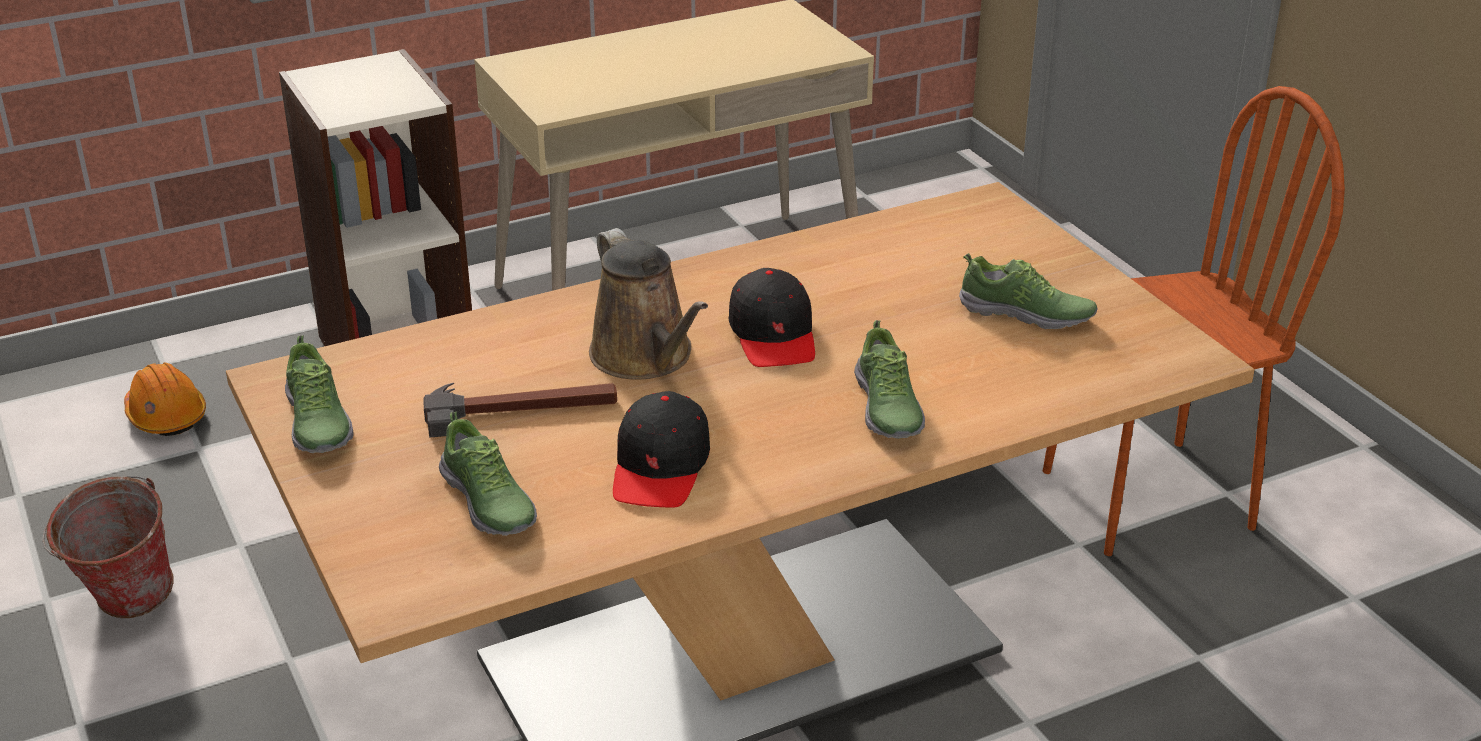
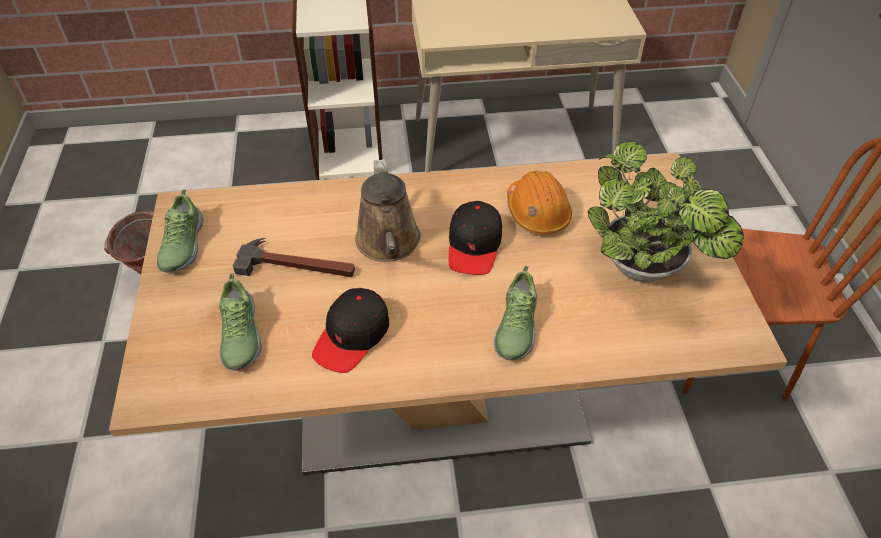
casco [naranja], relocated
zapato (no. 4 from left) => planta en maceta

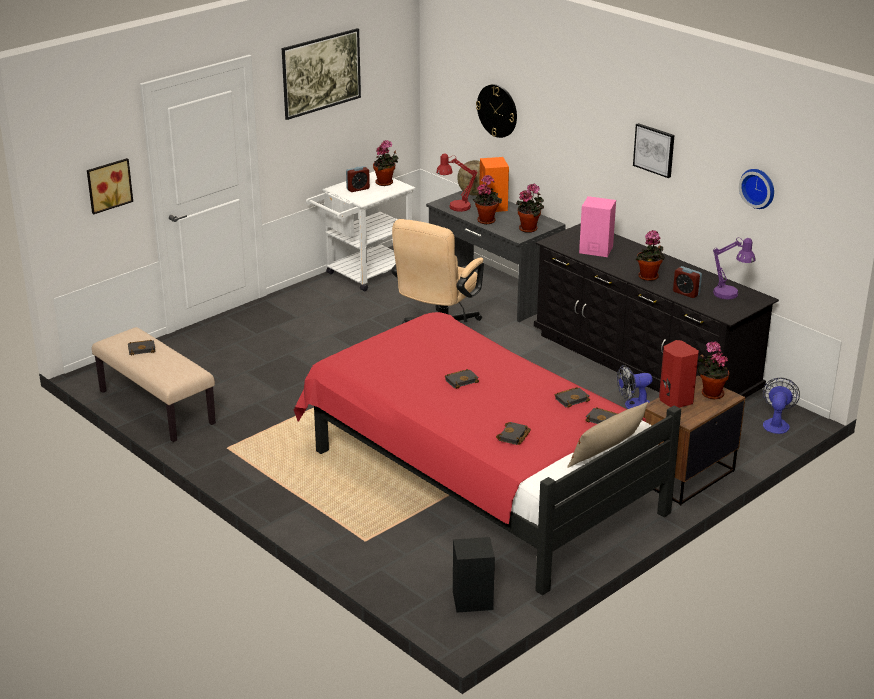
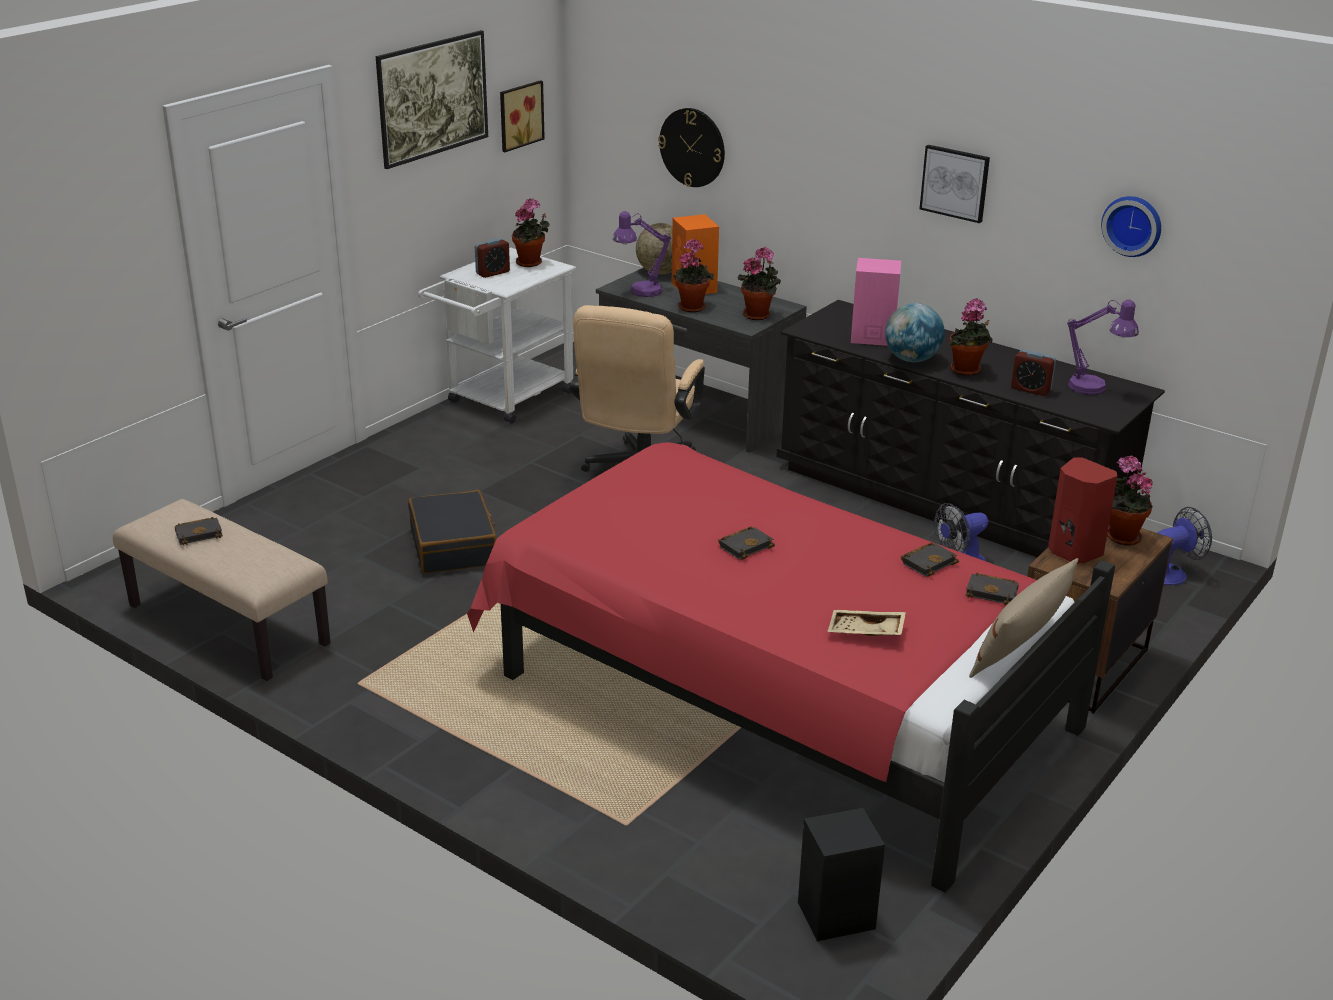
cuadro (no. 1 from left in the first image) => cuadro (no. 2 from left), relocated
lámpara de mesa [rojo] => lámpara de mesa [morado] (no. 1 from left)
libro [negro] (no. 3 from left) => bandeja [beis]
ventilador (no. 2 from left), 60 degrees clockwise
nothing => maleta [negro]
nothing => globo terráqueo (no. 2 from left)

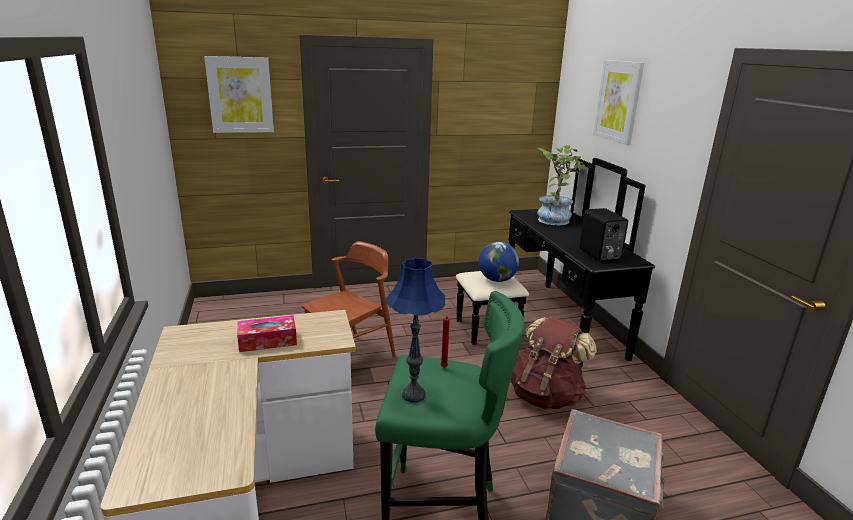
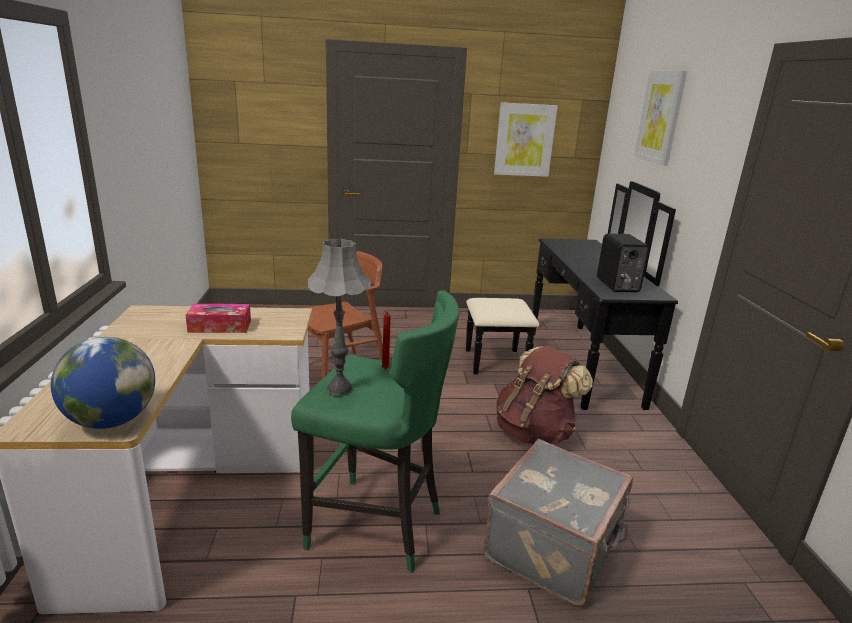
cuadro (no. 1 from left), relocated
lámpara de mesa [azul] => lámpara de mesa [gris]
globo terráqueo, relocated
planta en maceta => nothing

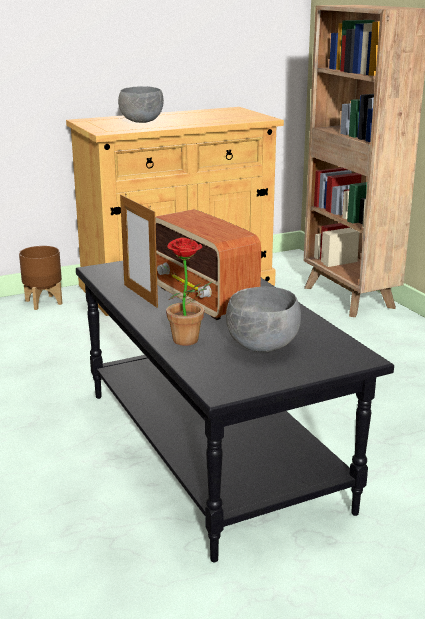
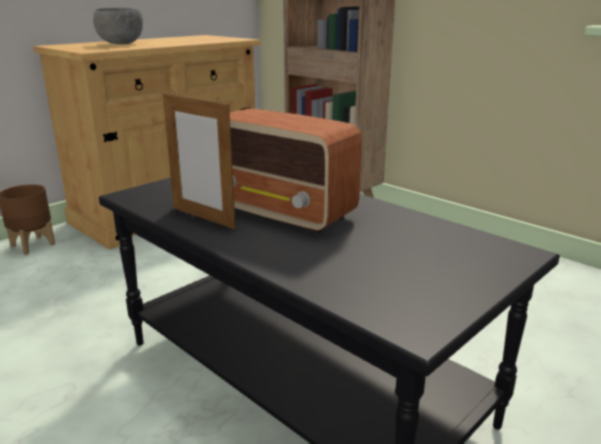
planta en maceta => nothing
cuenco [gris] (no. 2 from left) => nothing

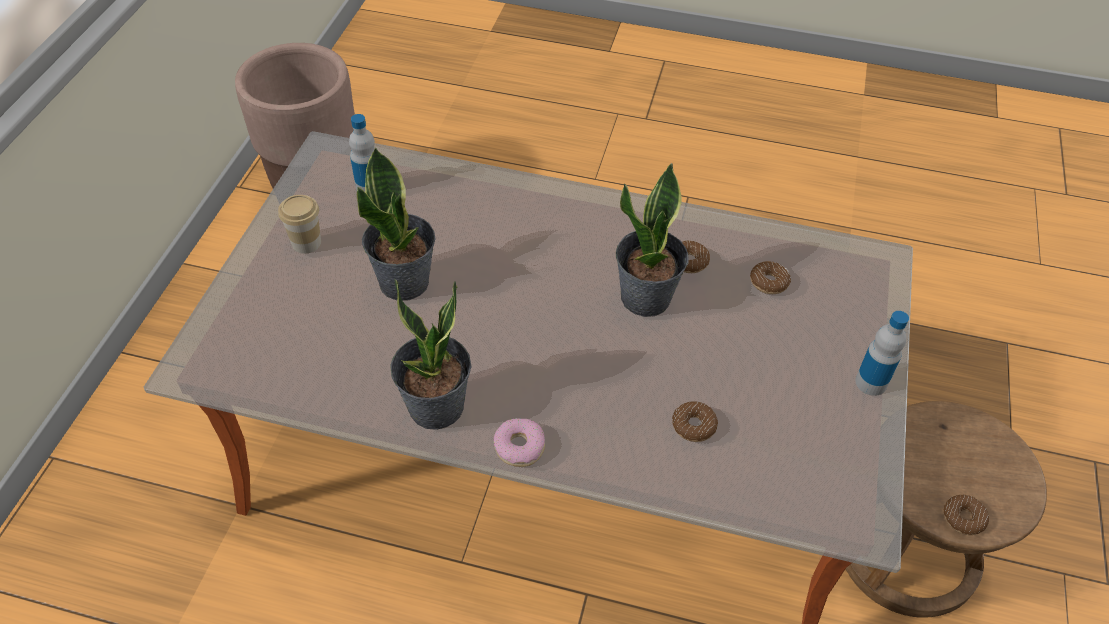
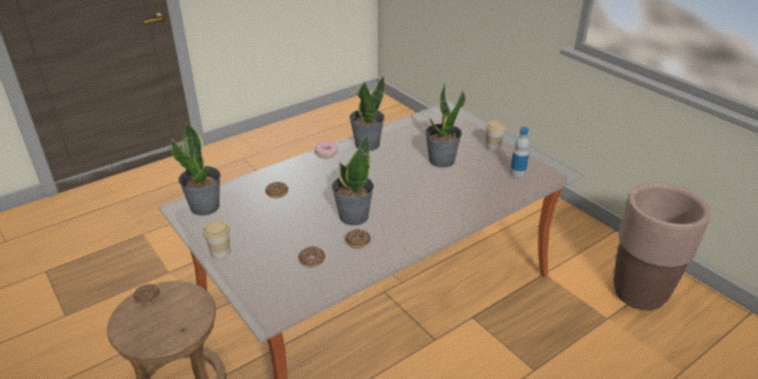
botella (no. 2 from left) => taza (no. 1 from left)
nothing => planta en maceta (no. 1 from left)

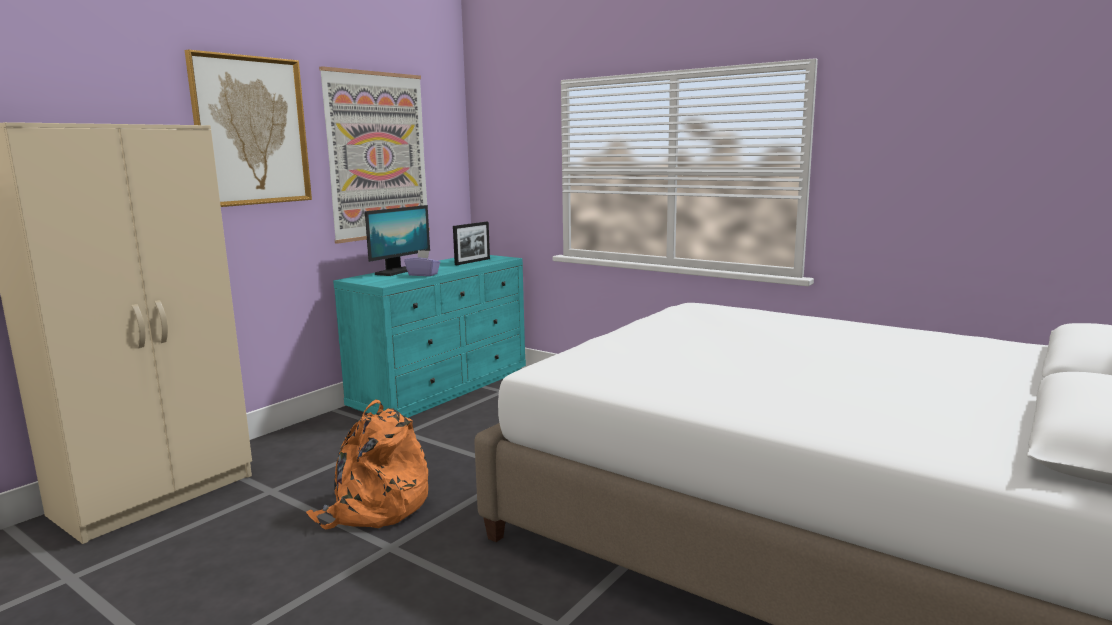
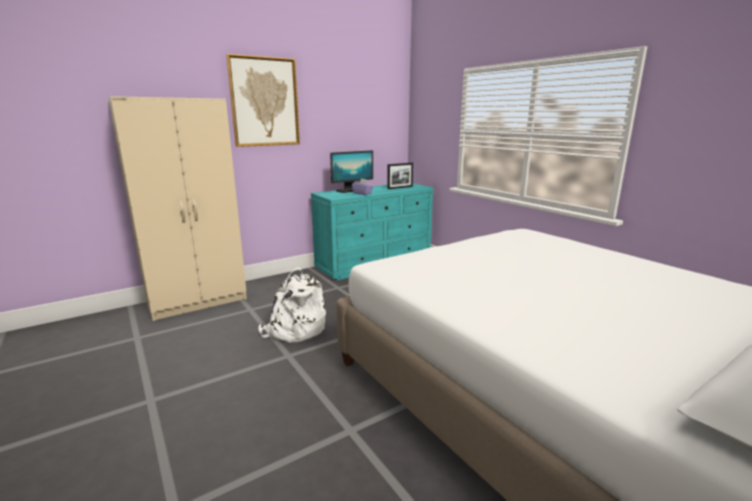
mochila [naranja] => mochila [blanco]
cuadro (no. 2 from left) => nothing

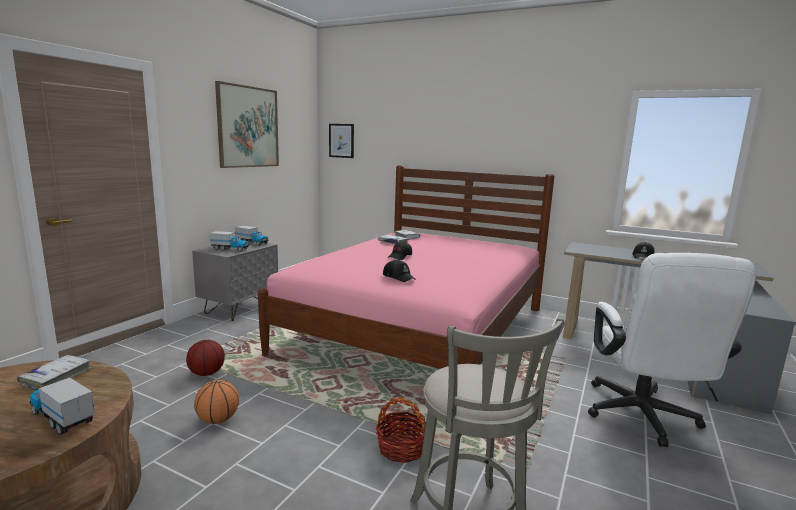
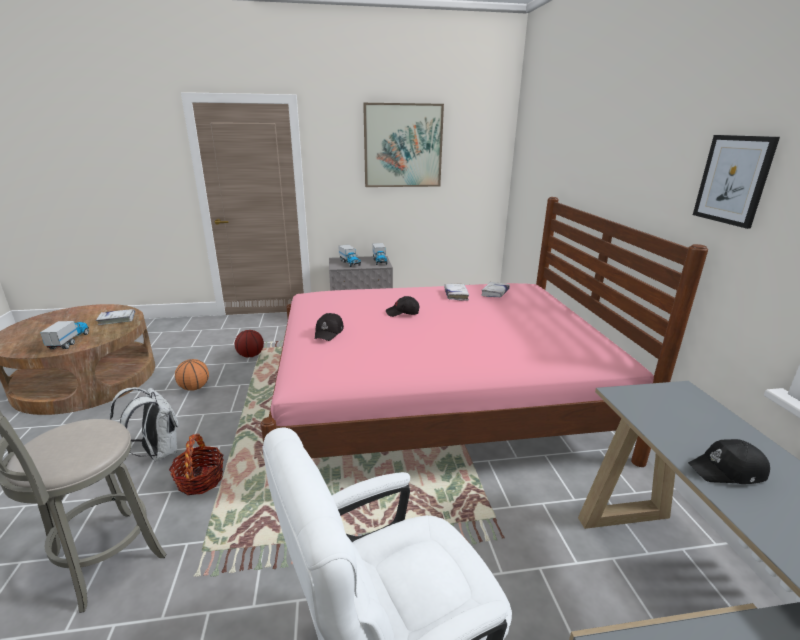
cuadro (no. 2 from left), relocated
nothing => mochila [blanco]

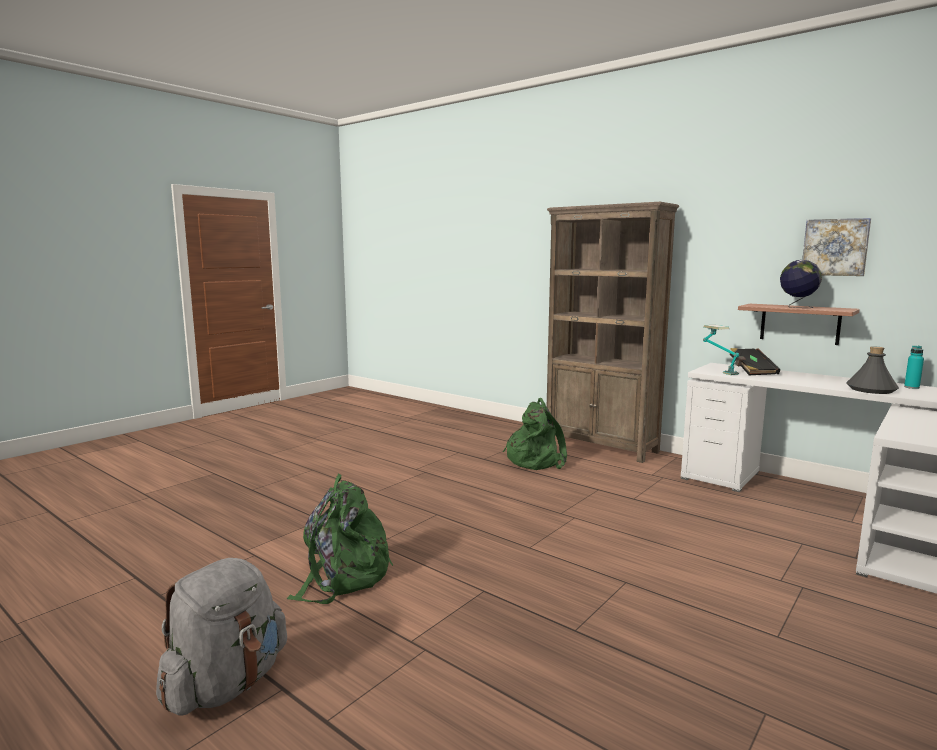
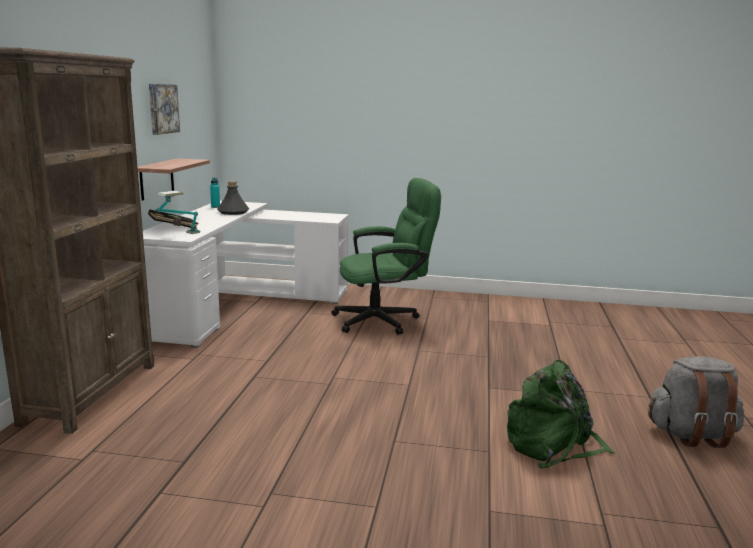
mochila [verde] (no. 2 from left) => nothing
globo terráqueo => nothing
nothing => silla de oficina [verde]

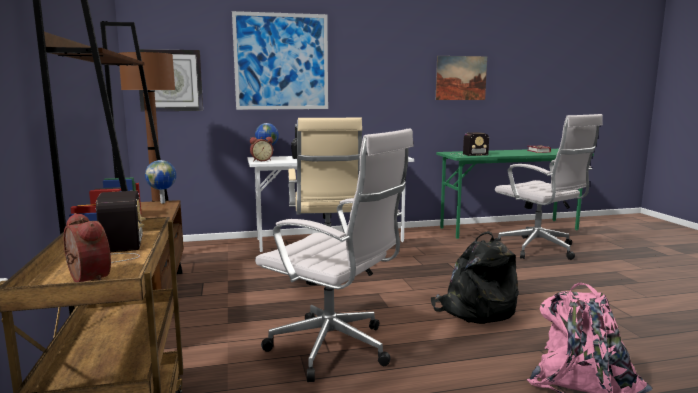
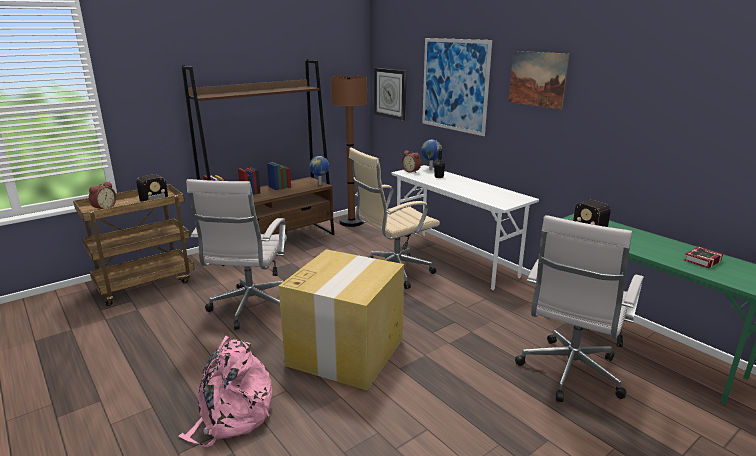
mochila [negro] => caja de cartón
cuadro (no. 2 from left), relocated

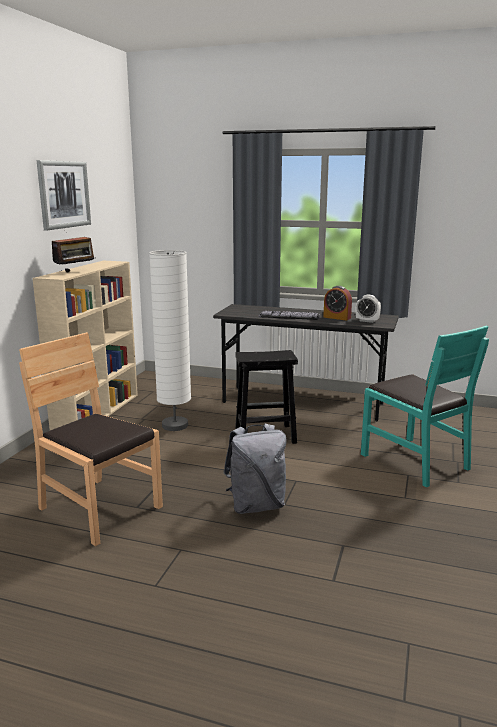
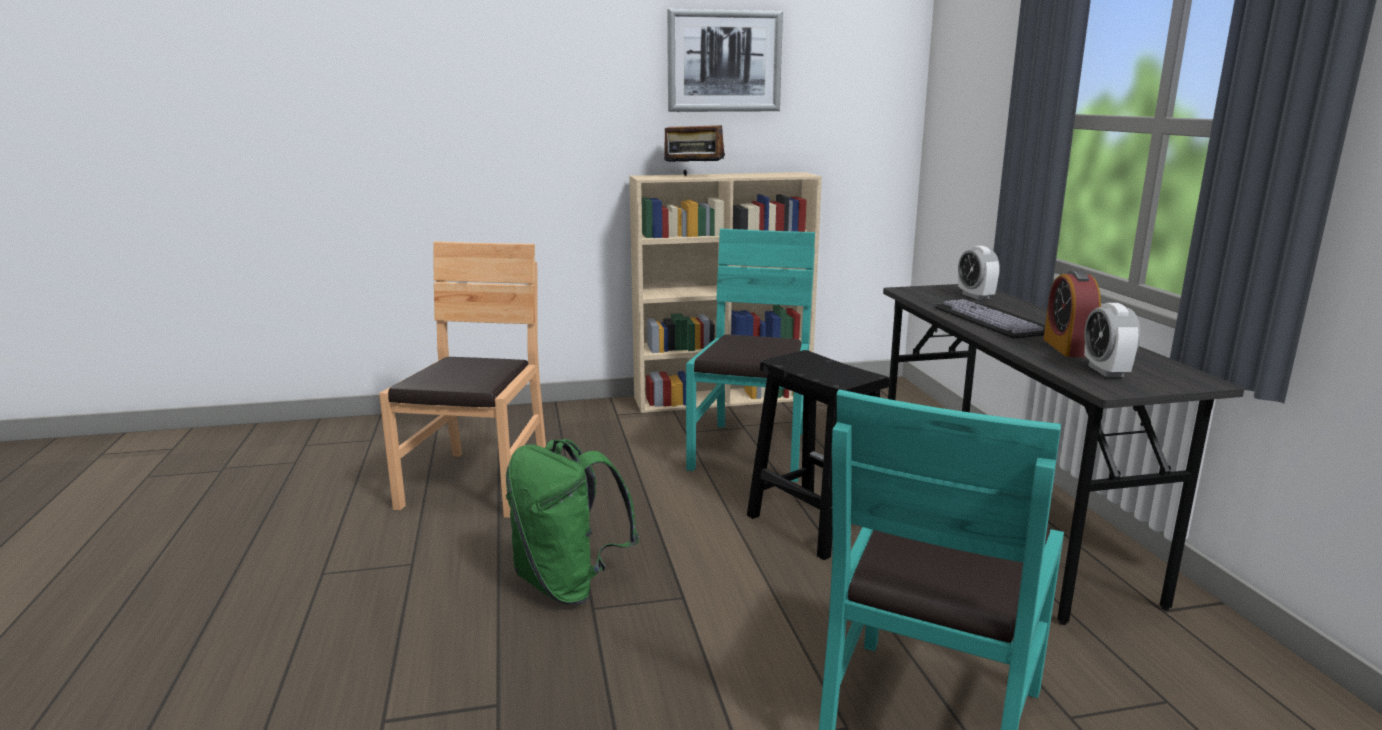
lámpara de pie [blanco] => silla [turquesa] (no. 1 from left)
mochila [gris] => mochila [verde]
nothing => despertador (no. 1 from left)

